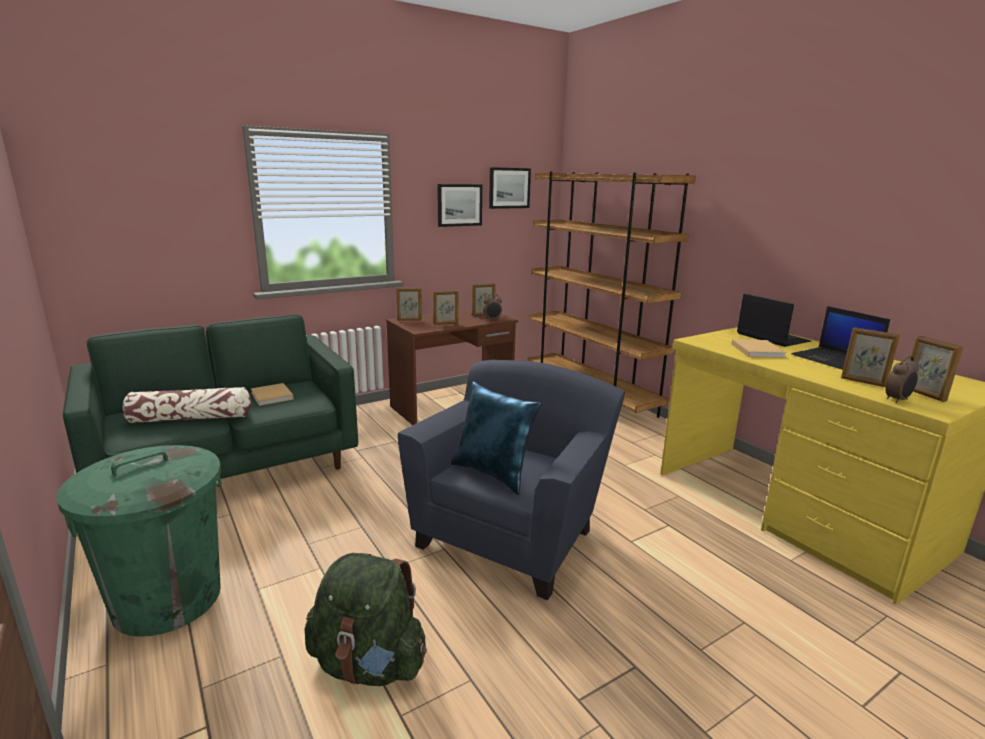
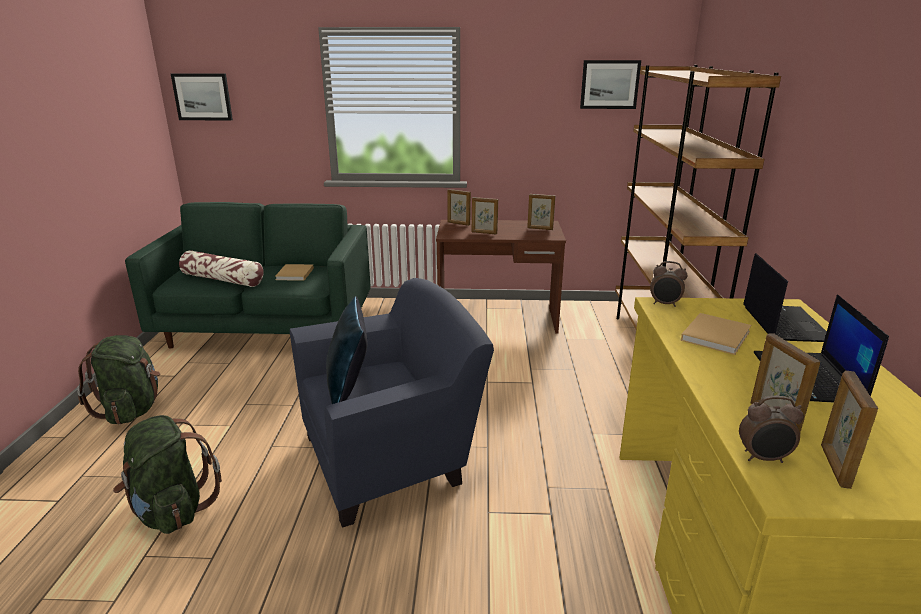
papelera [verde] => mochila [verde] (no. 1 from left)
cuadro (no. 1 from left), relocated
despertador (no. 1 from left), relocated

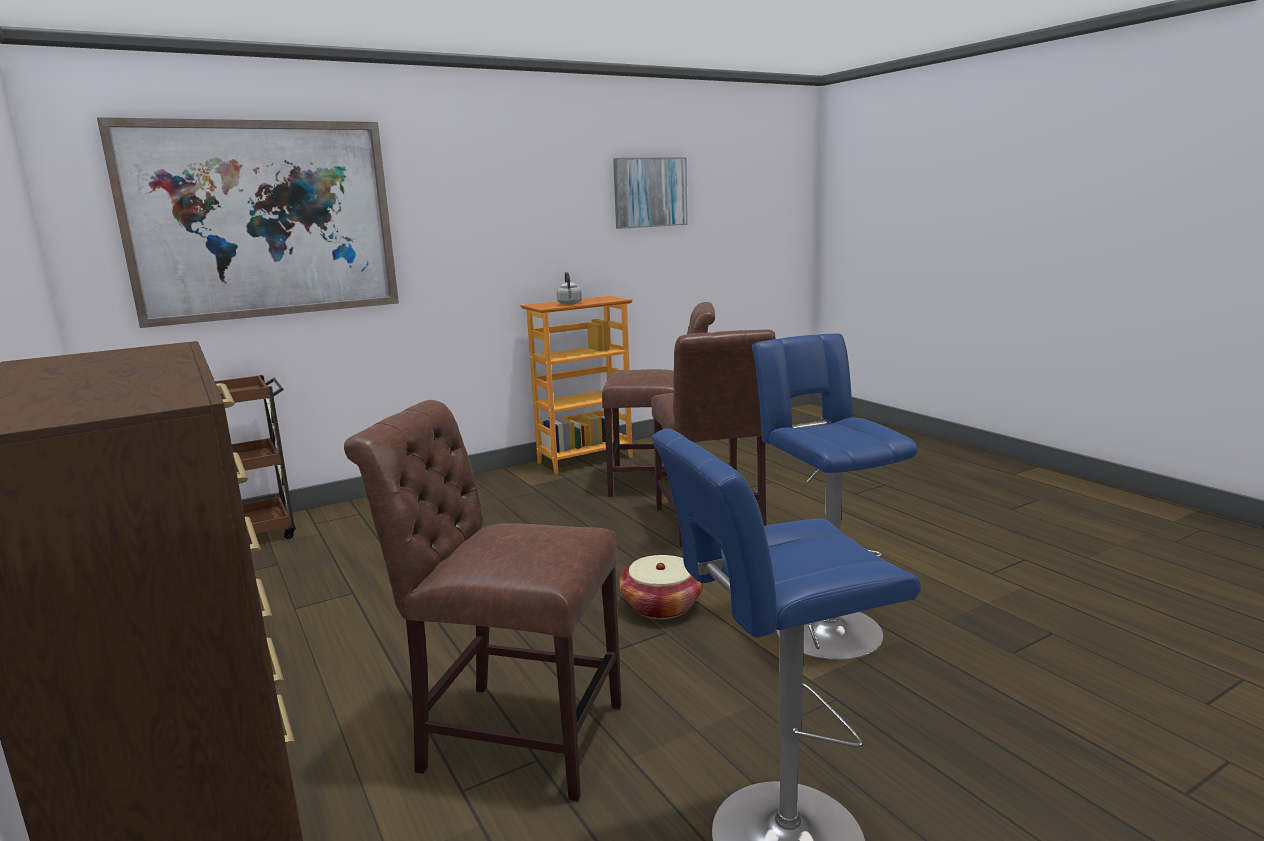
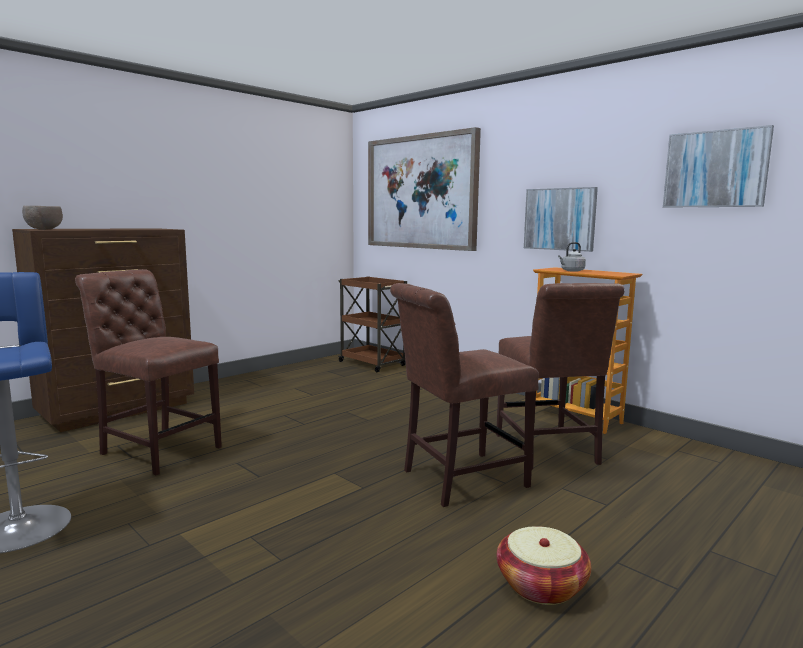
silla [marrón] (no. 1 from left), 60 degrees counterclockwise
cesta, relocated
taburete [azul] (no. 2 from left) => nothing
nothing => cuenco [marrón]
nothing => cuadro (no. 2 from left)

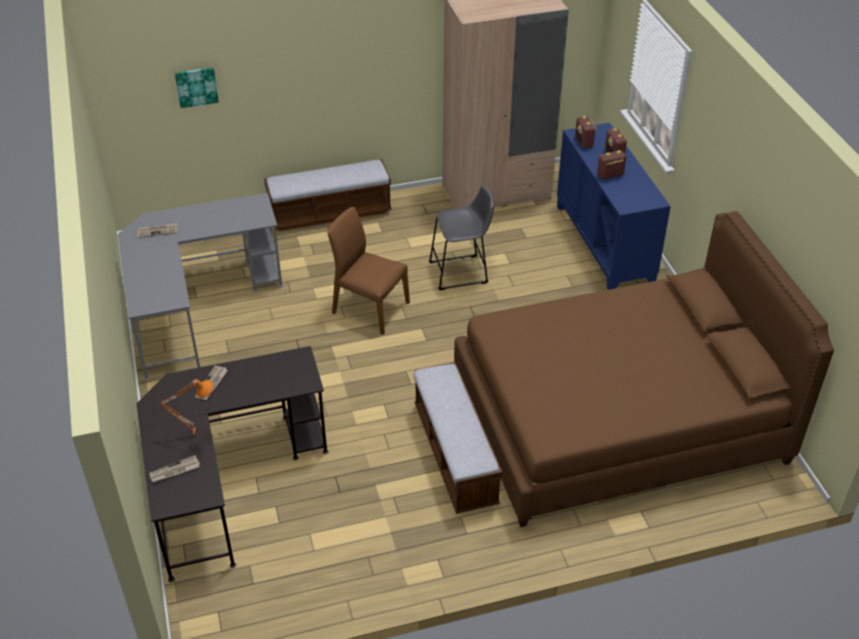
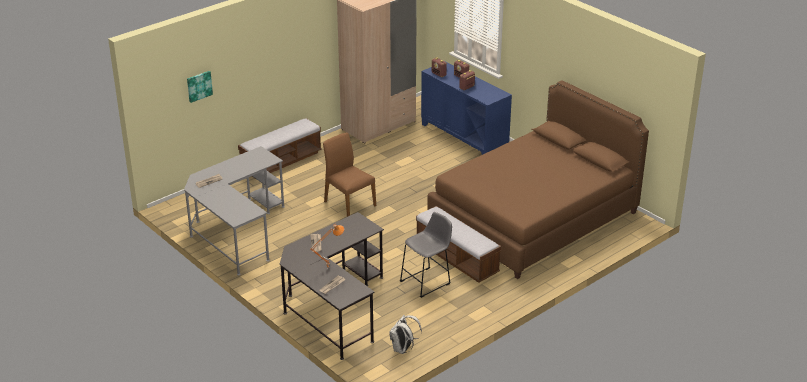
silla [marrón], 45 degrees clockwise
taburete [gris], relocated
nothing => mochila [blanco]

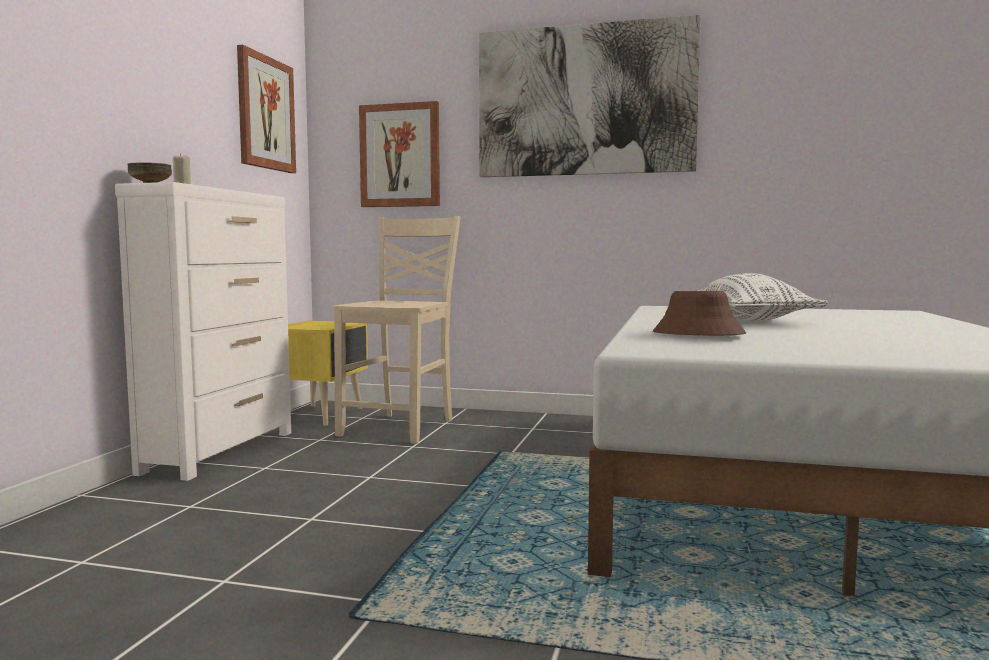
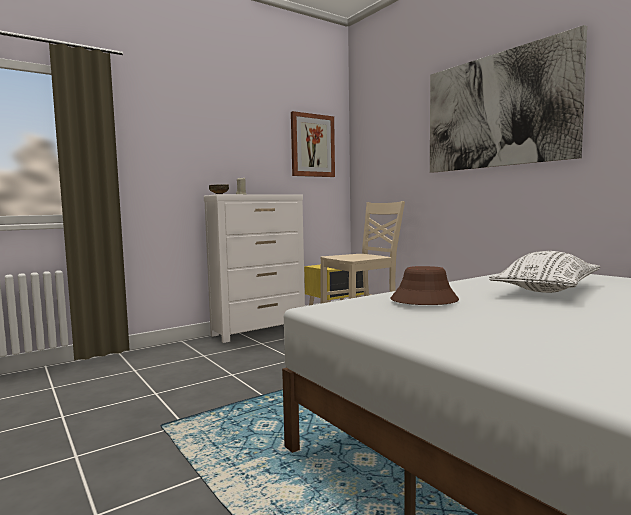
cuadro (no. 2 from left) => nothing

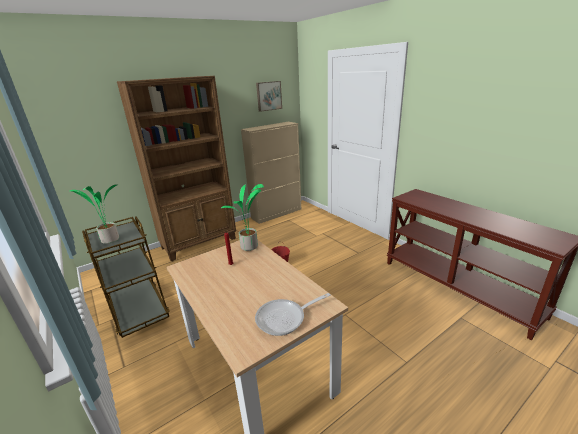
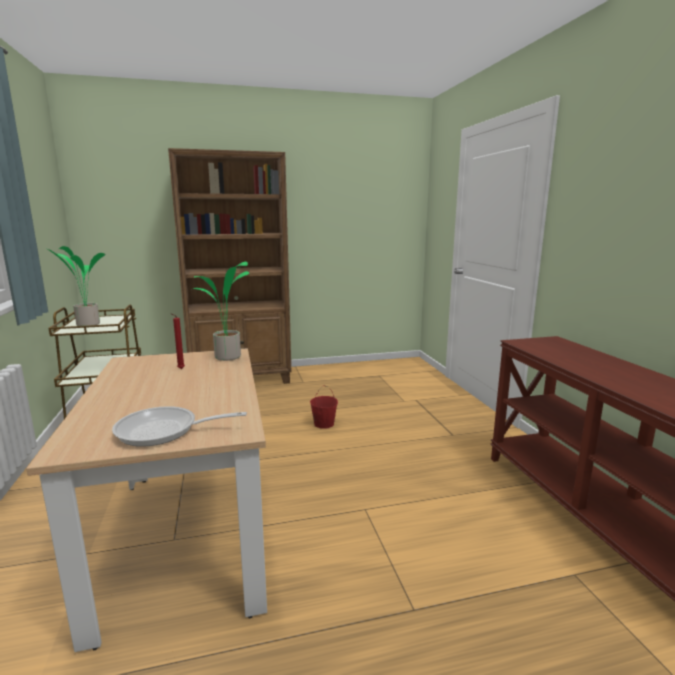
armario [beis] => nothing
cuadro => nothing

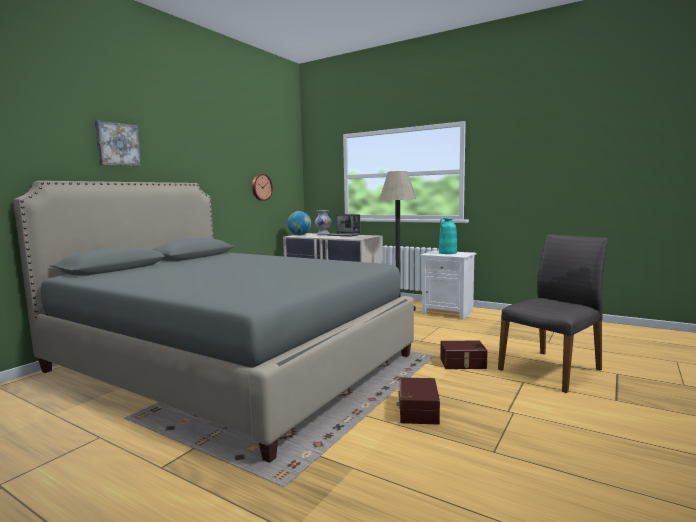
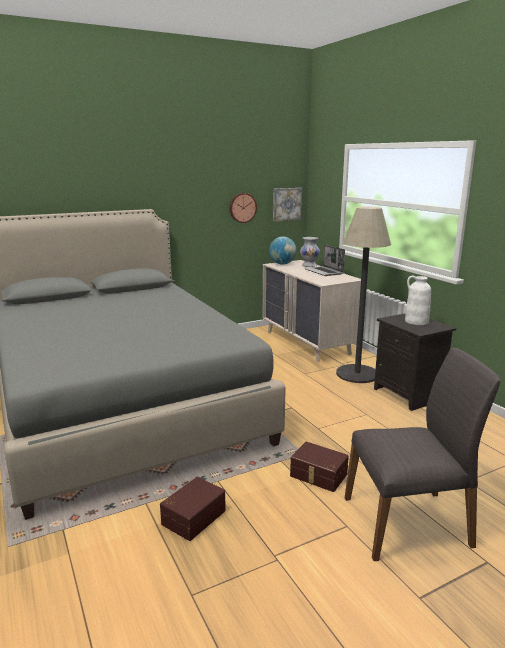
cuadro, relocated
mesita de noche [blanco] => mesita de noche [negro]
florero [turquesa] => florero [blanco] (no. 2 from left)

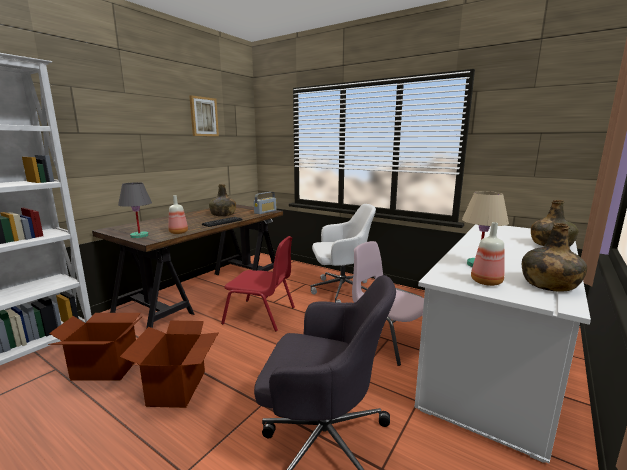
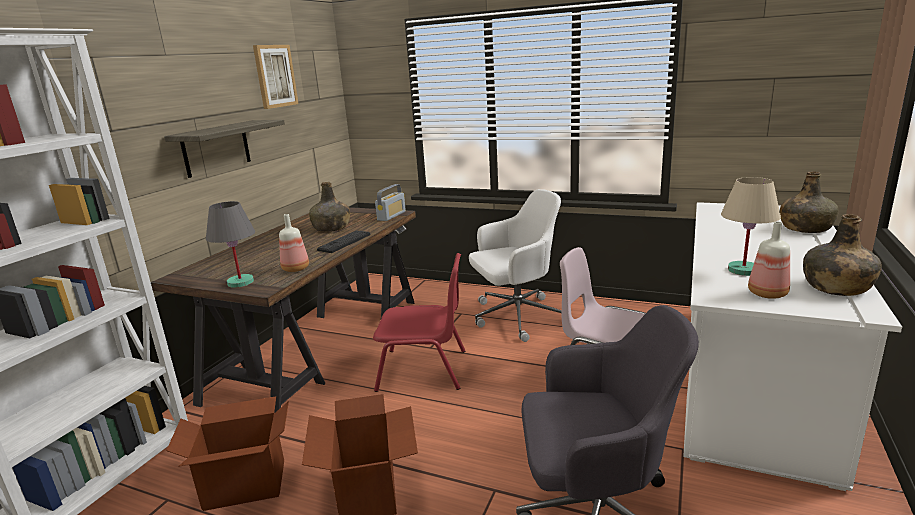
nothing => estante

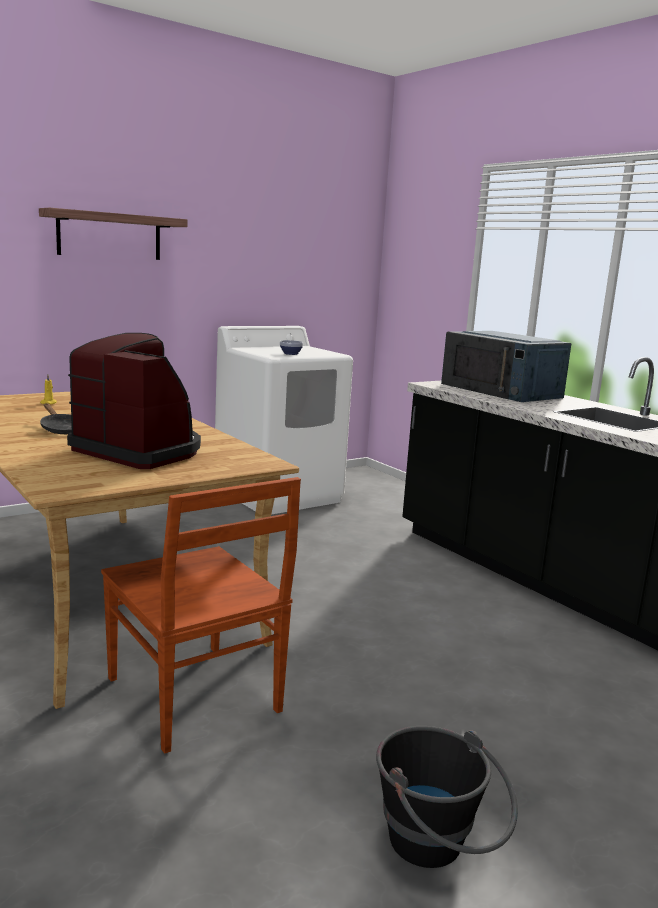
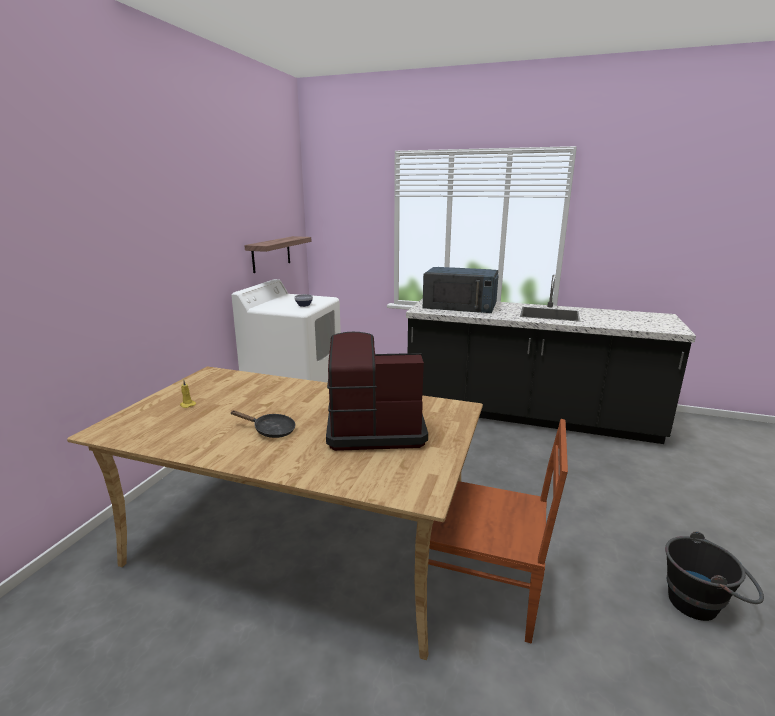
estante, relocated

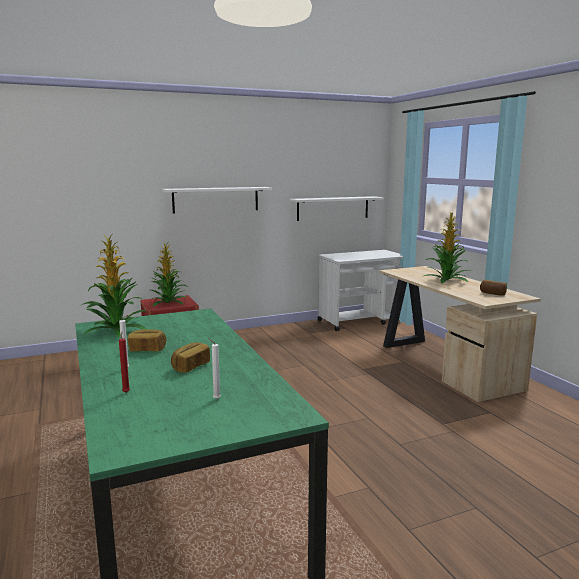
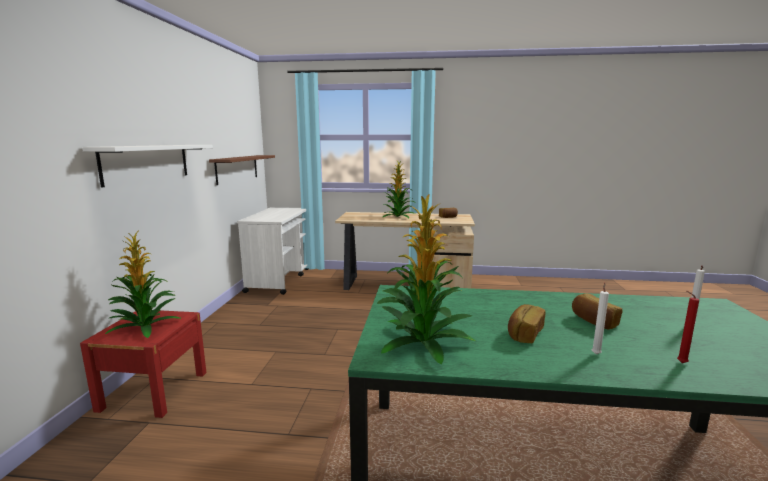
estante [blanco] (no. 2 from left) => estante [marrón]

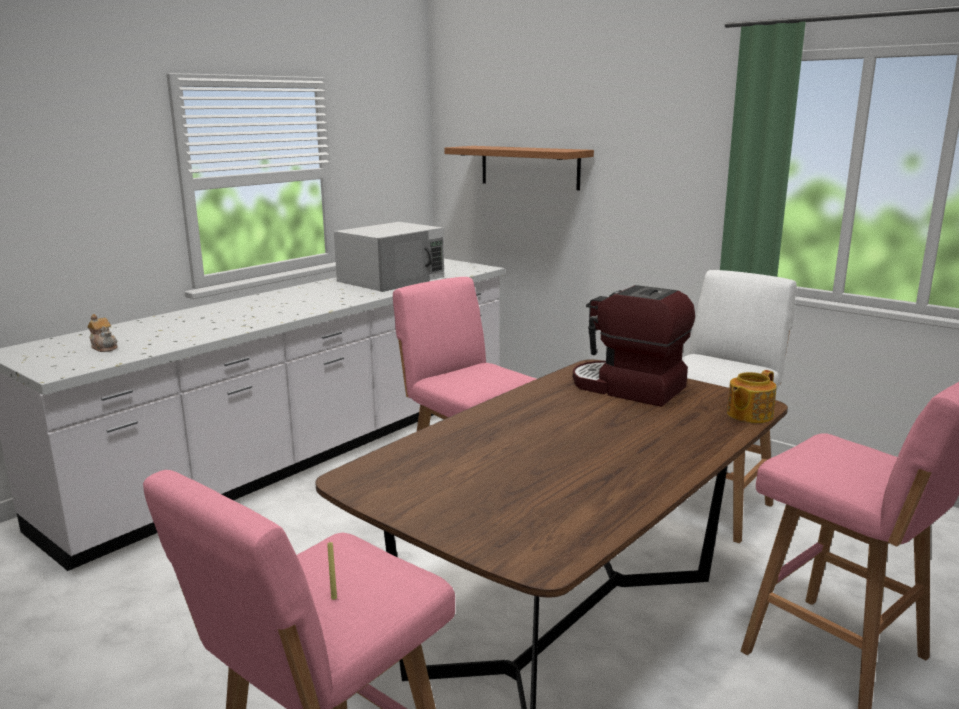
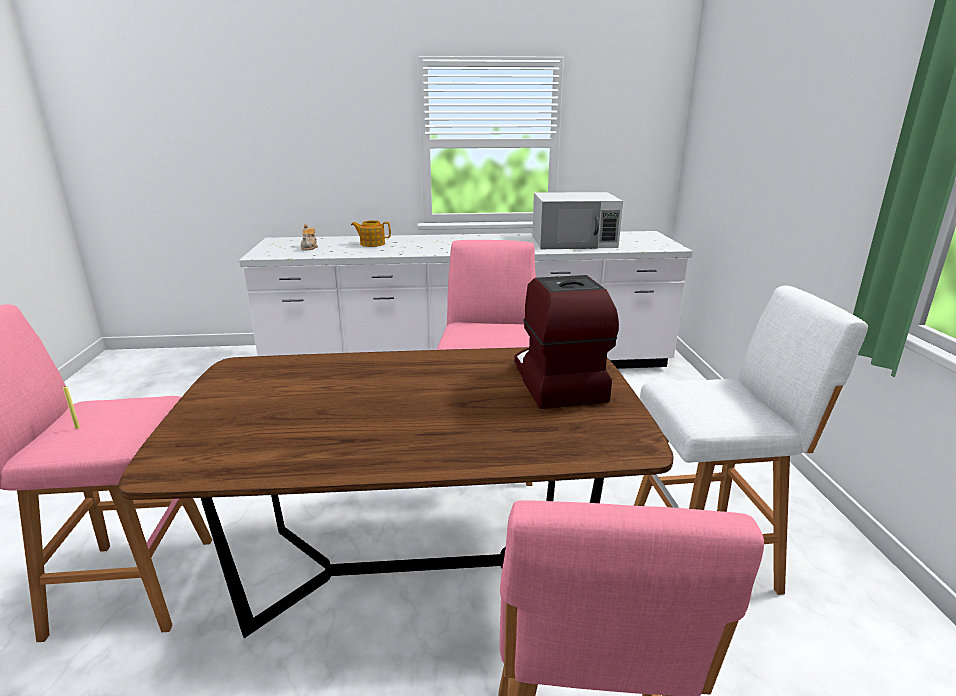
estante => nothing
tetera (no. 2 from left), relocated

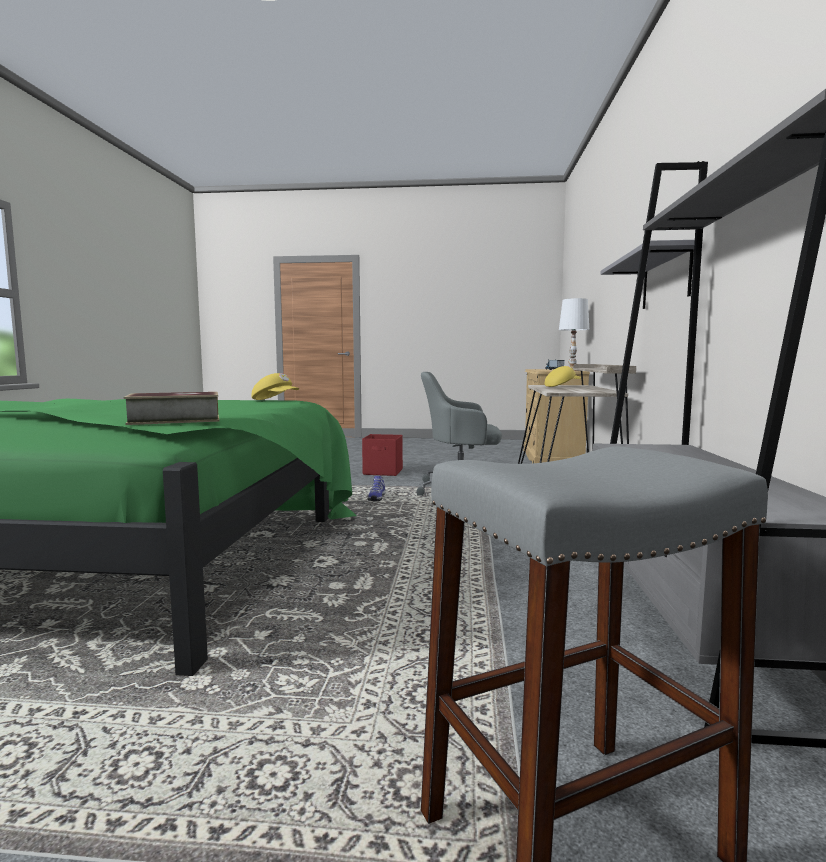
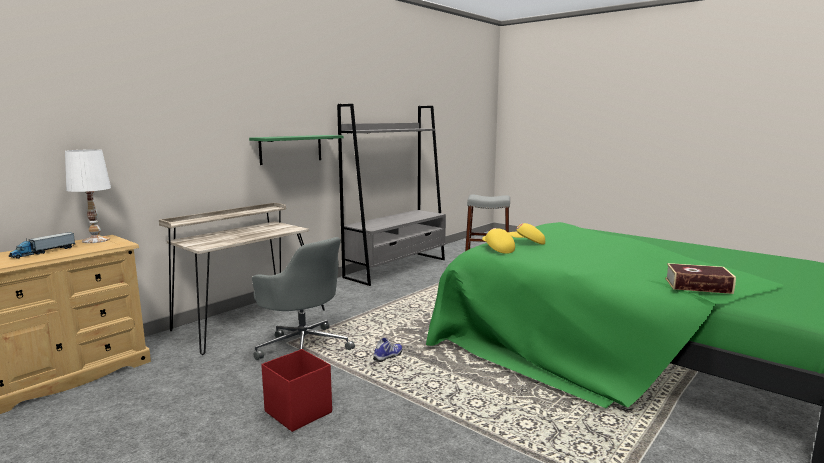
libro, relocated
gorra [amarillo] (no. 2 from left), relocated
estante [gris] => estante [verde]

